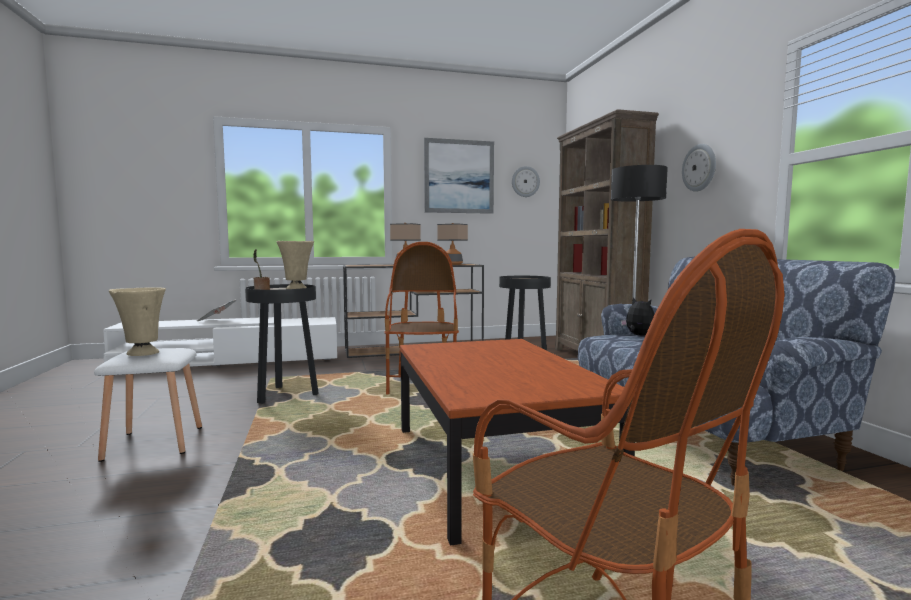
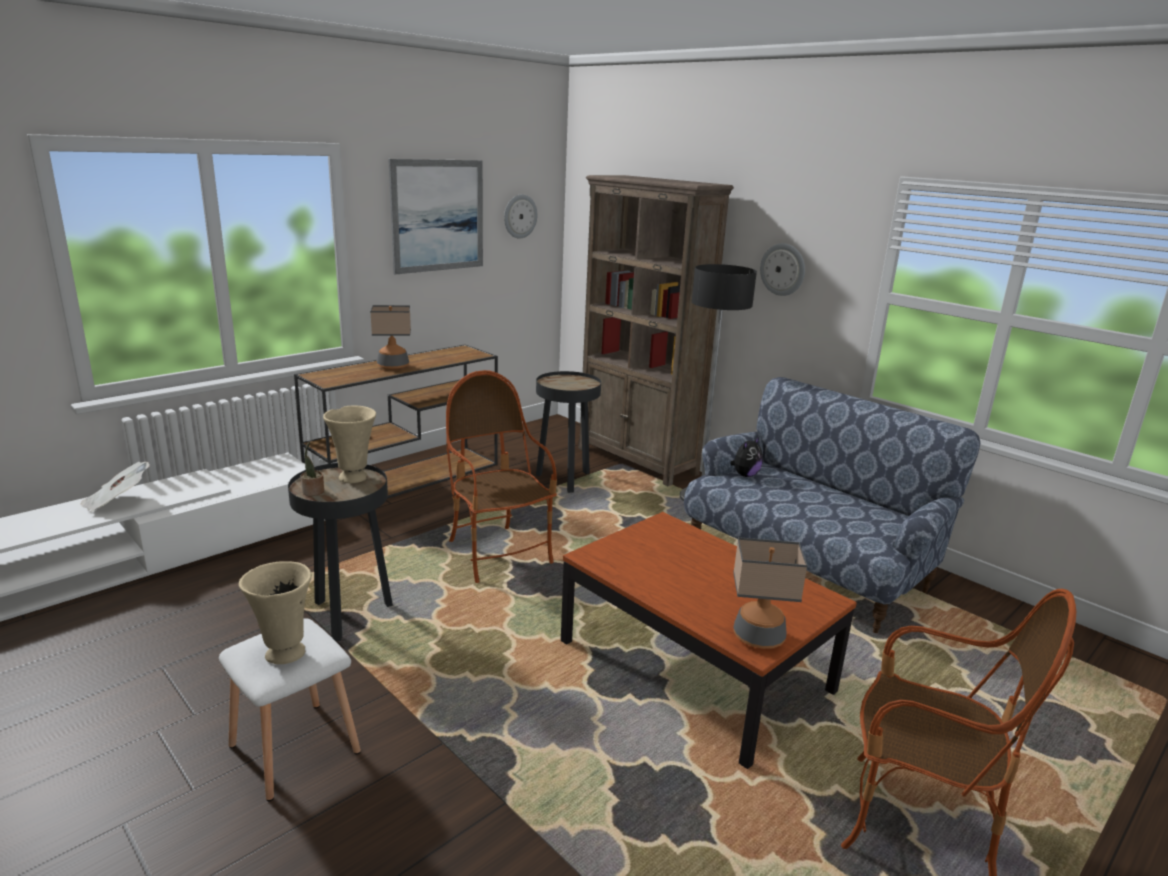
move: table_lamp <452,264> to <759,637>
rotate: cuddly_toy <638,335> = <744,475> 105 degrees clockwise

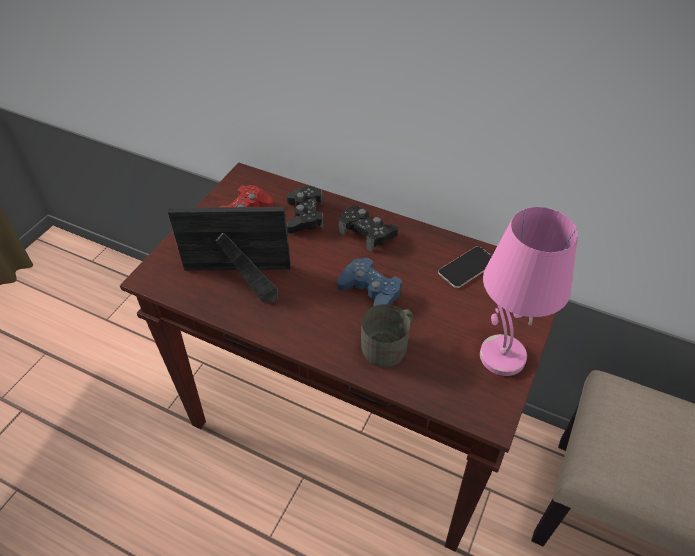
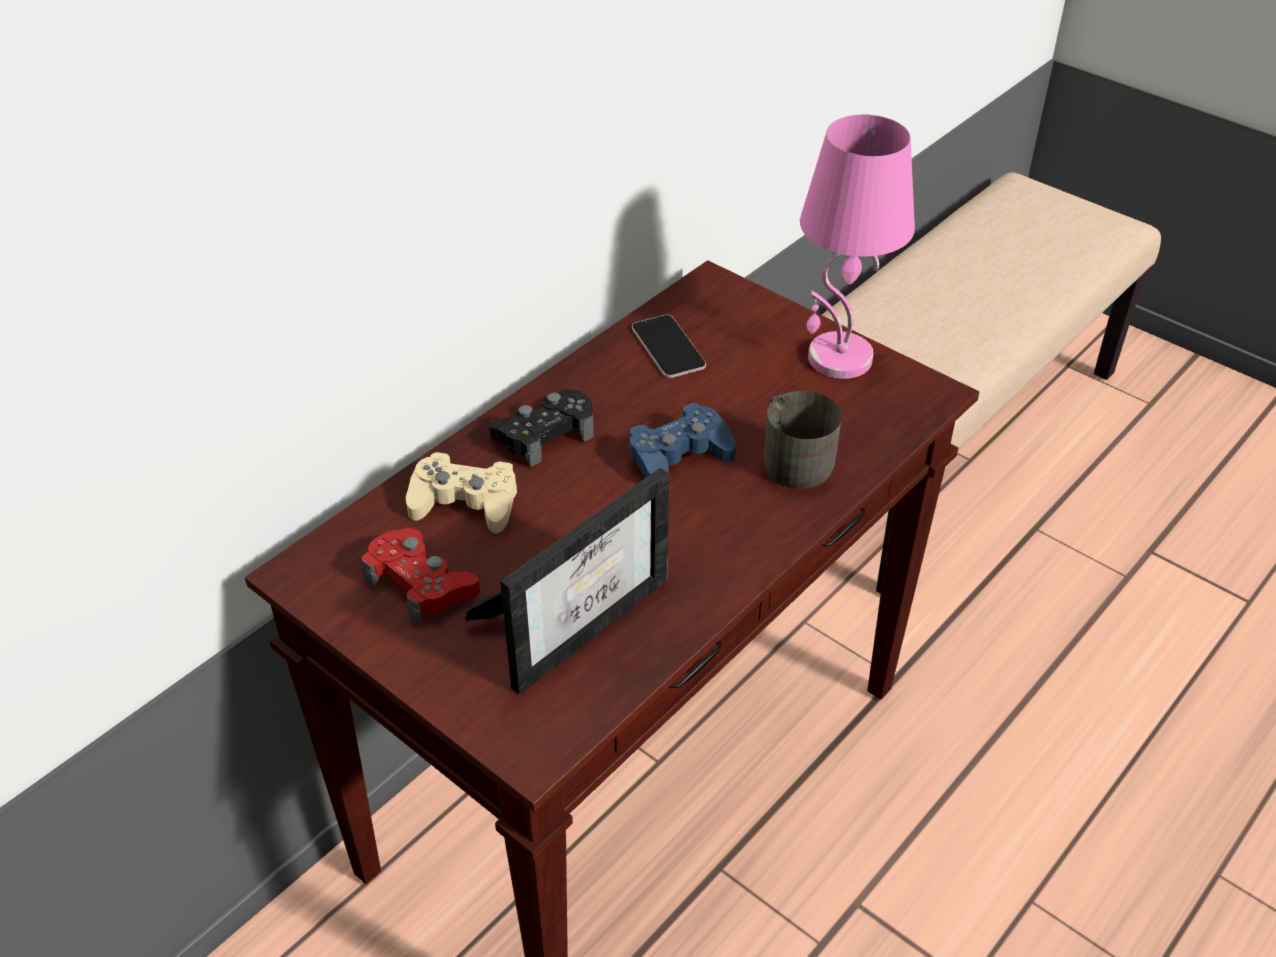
recolor: black-coloured_joypad <305,216> to beige-coloured_joypad <465,502>
rotate: photo_frame <234,276> = <580,619> 150 degrees counterclockwise

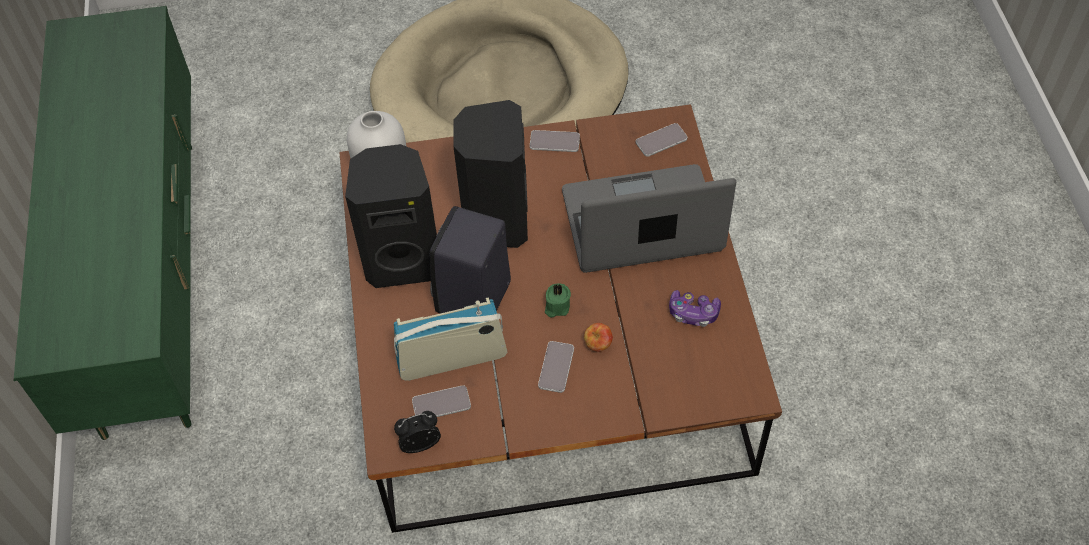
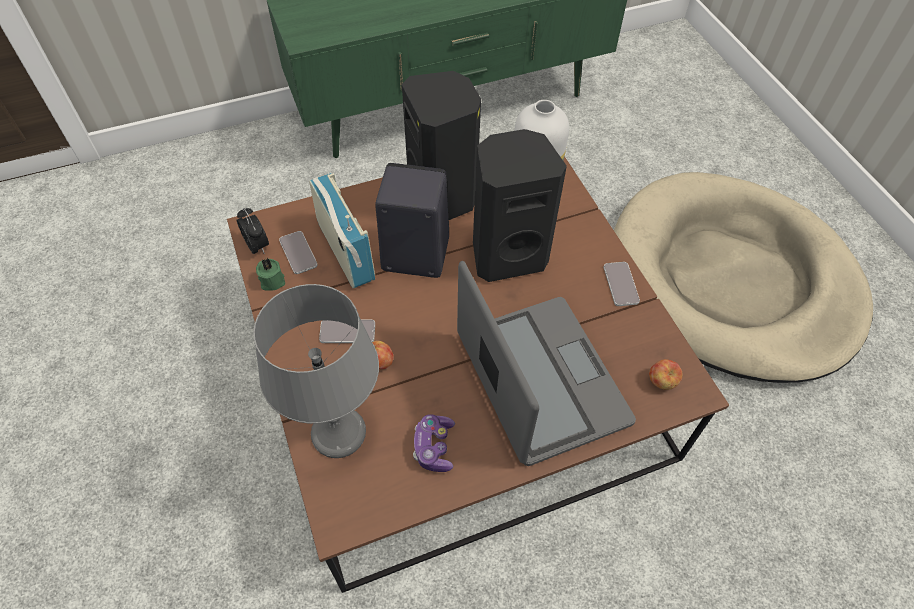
insert: gray_table_lamp <338,433>
move: green-coloured_candle <556,307> to <271,280>
replace: handset <661,140> to apple_fruit <661,382>

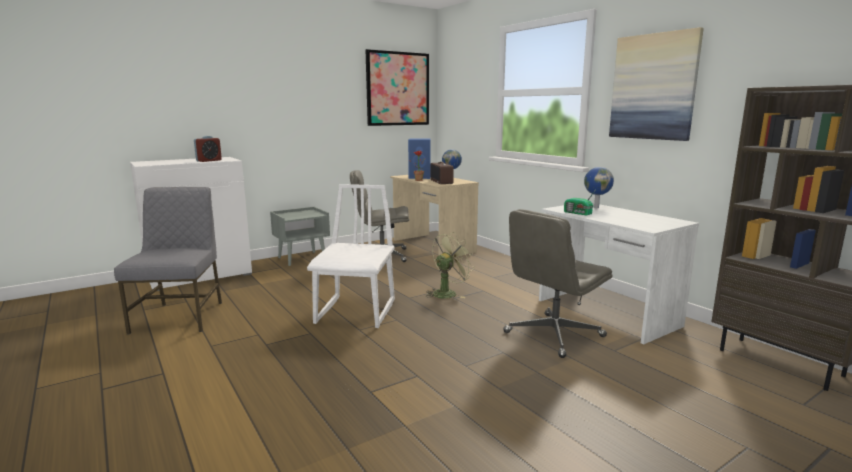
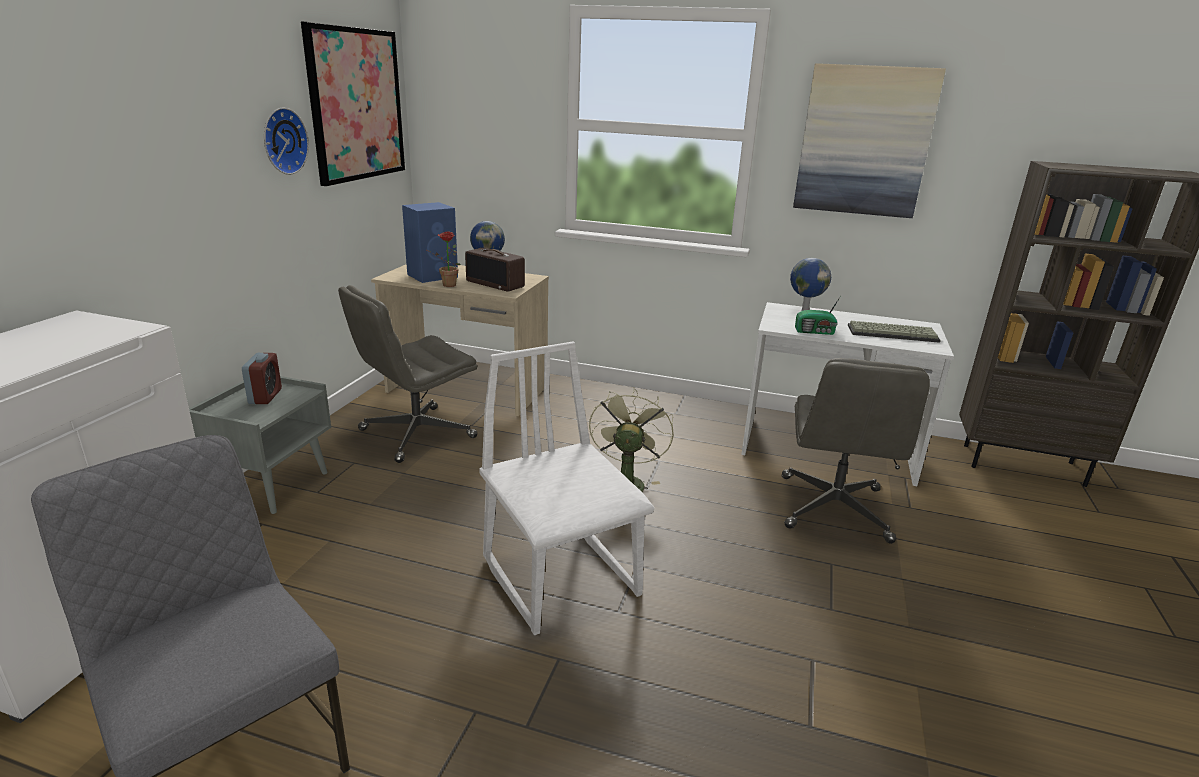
insert: hanging_clock <282,141>; PC_keyboard <893,333>
move: alarm_clock <209,160> to <265,396>

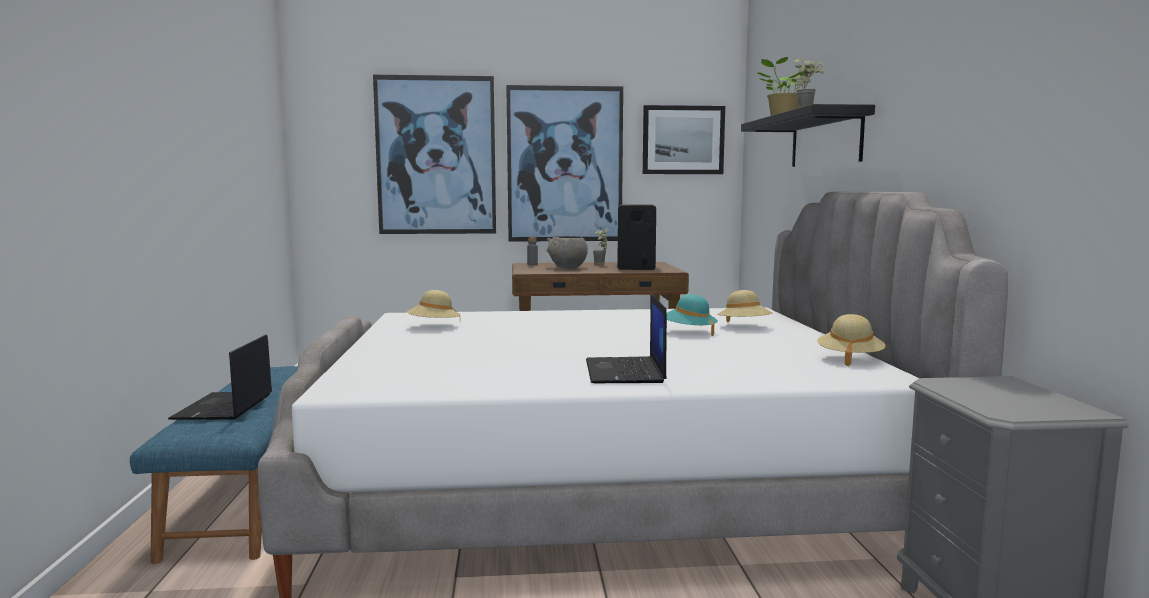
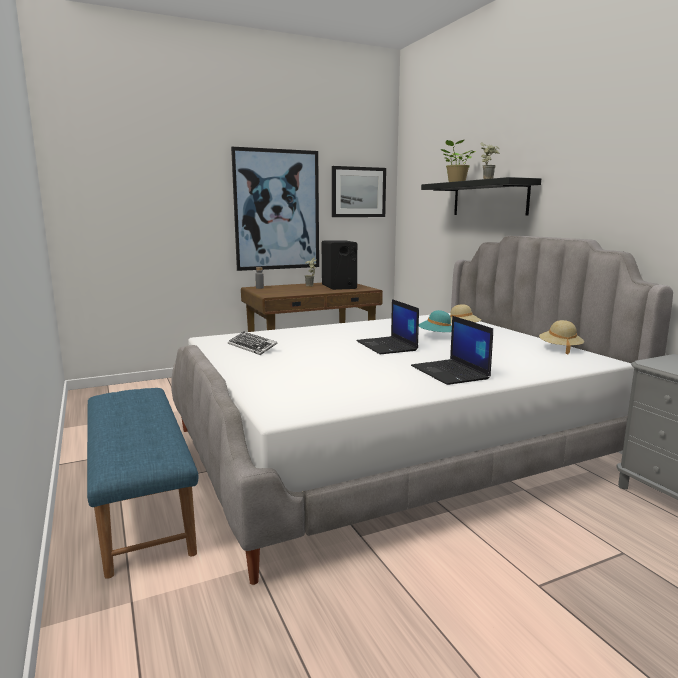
delete: wall_art <436,156>; gray_bowl <567,267>
move: laptop <224,407> to <387,346>
replace: beige-coloured_clothing_hat <433,326> to PC_keyboard <252,347>

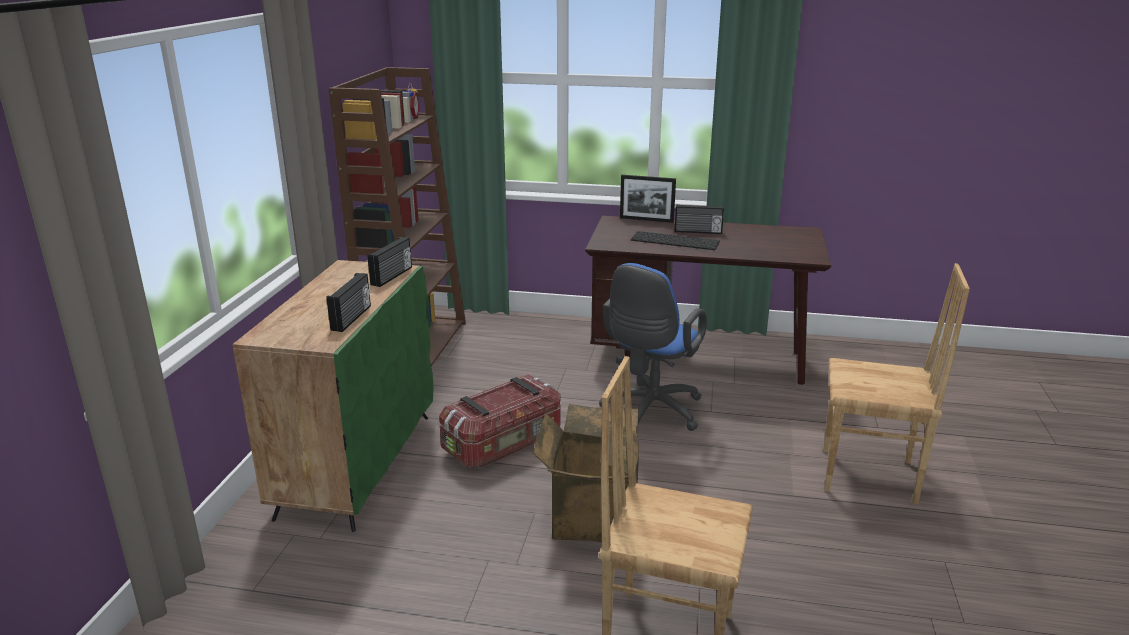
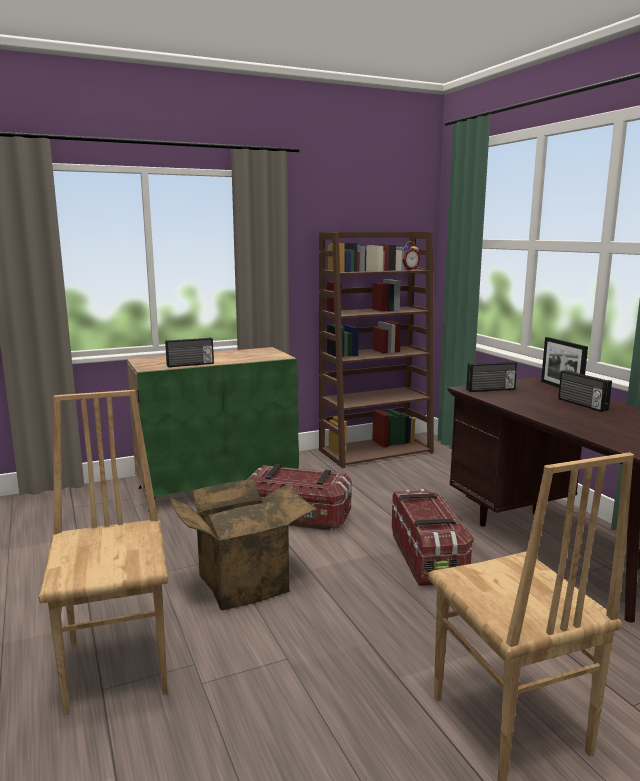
delete: PC_keyboard <676,240>
move: radio_receiver <392,276> to <491,390>
replace: blue-coloured_computer_chair <649,413> to storage_container <427,557>

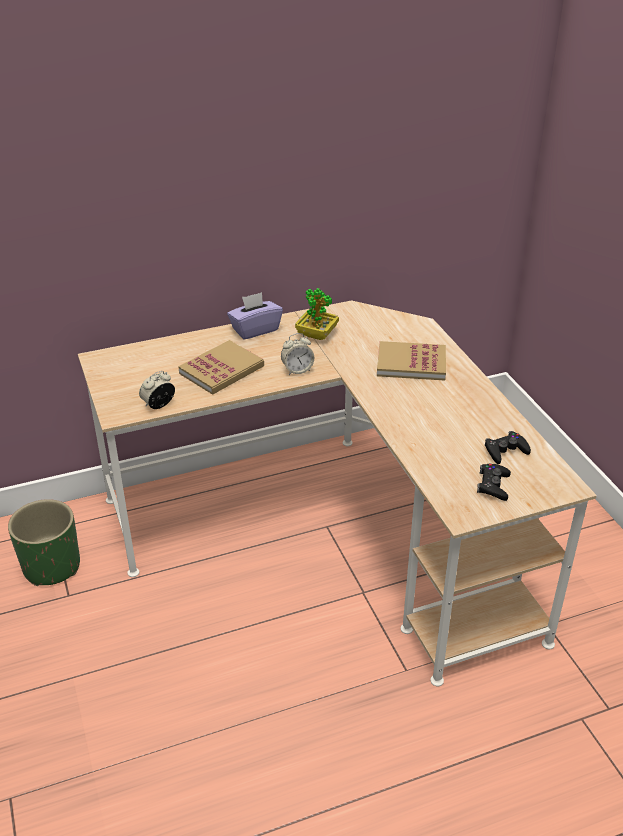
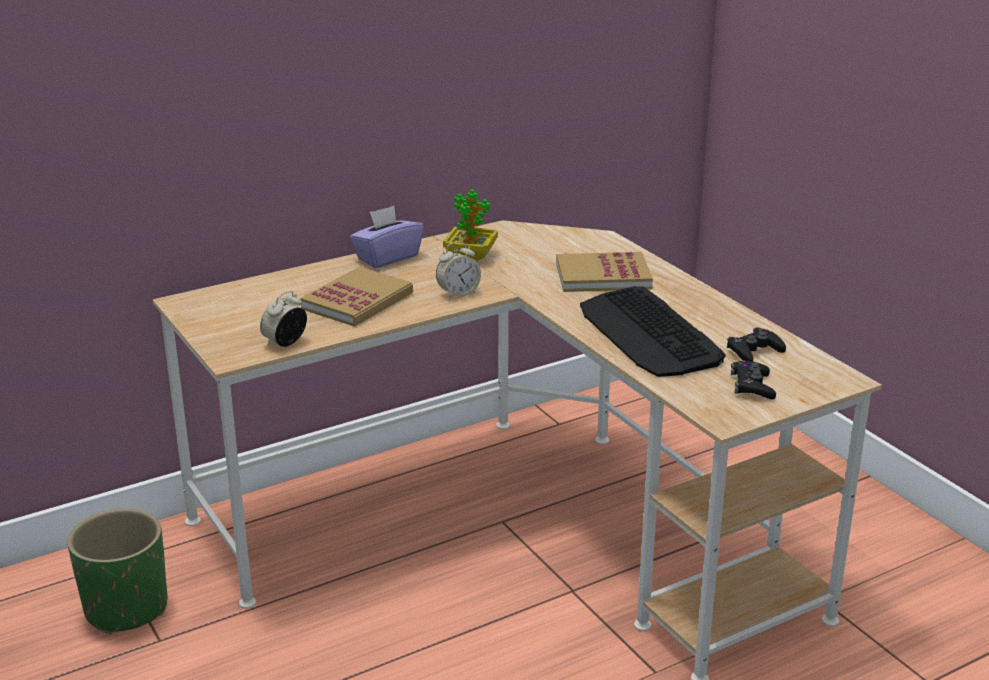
insert: PC_keyboard <649,334>

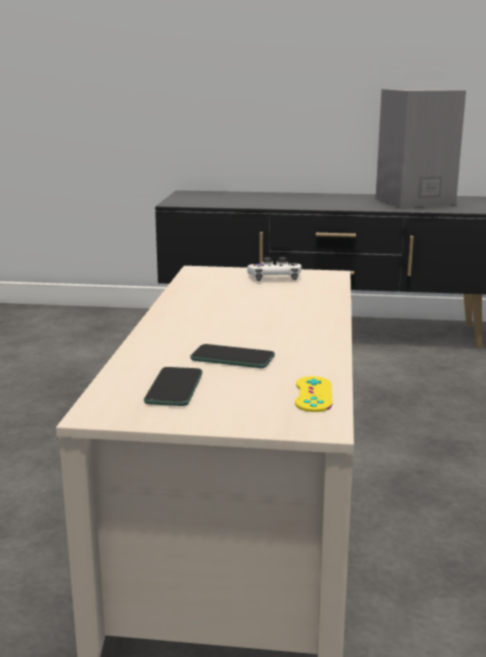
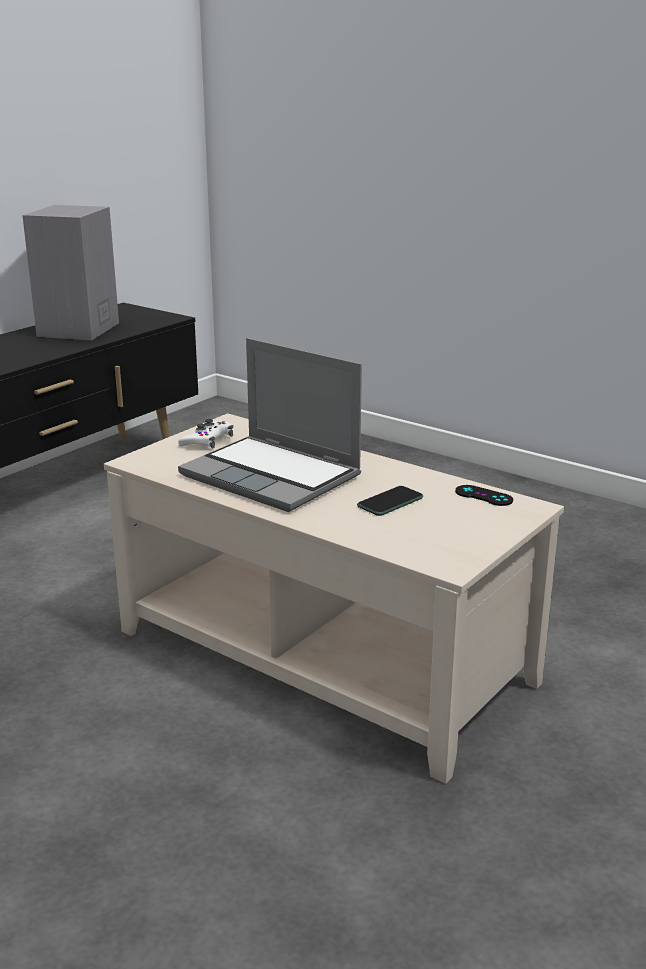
delete: handset <174,388>
insert: laptop <273,476>
recolor: yellow-coloured_joypad <313,394> to black-coloured_joypad <483,496>

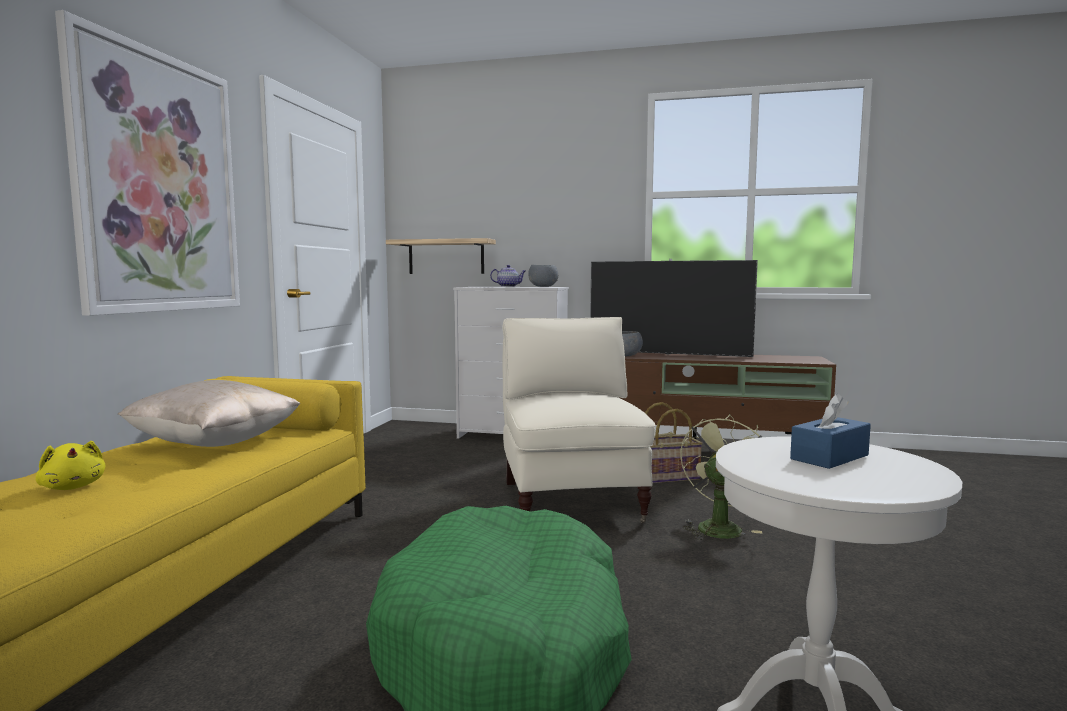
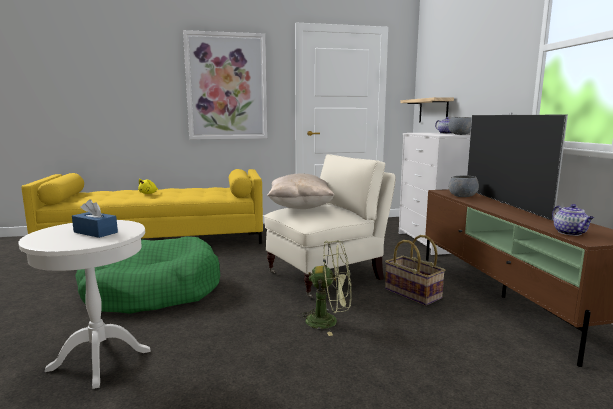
insert: teapot <570,233>
move: beige-coloured_cushion <215,444> to <300,207>

